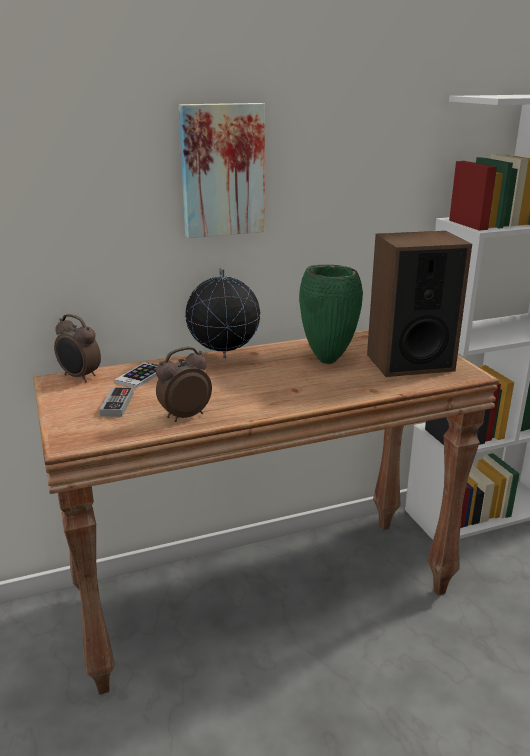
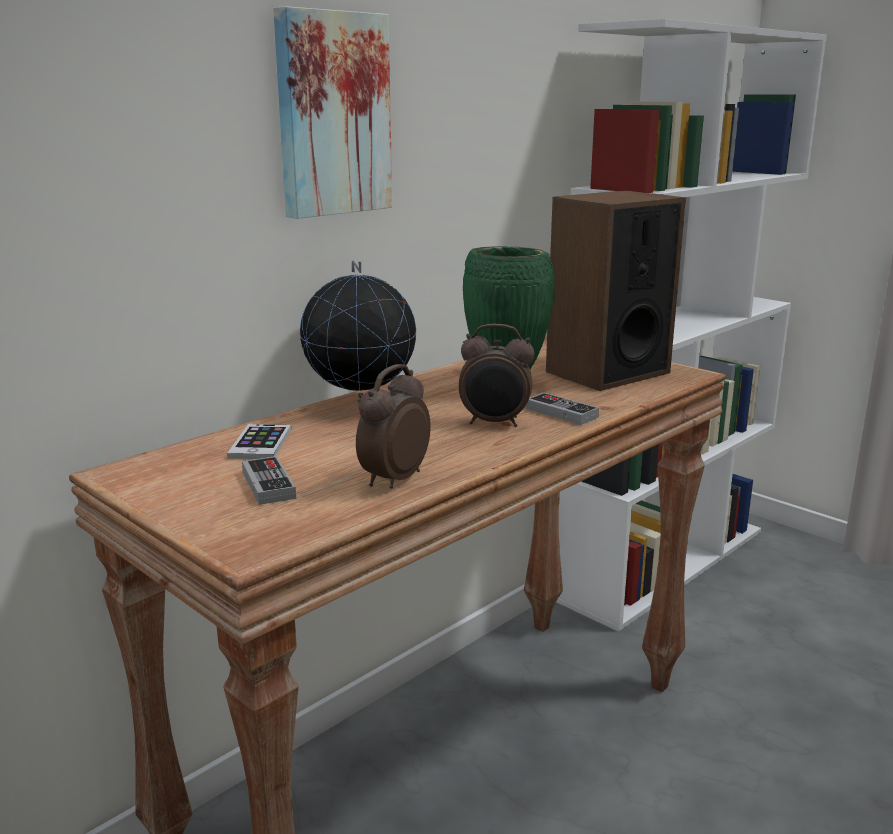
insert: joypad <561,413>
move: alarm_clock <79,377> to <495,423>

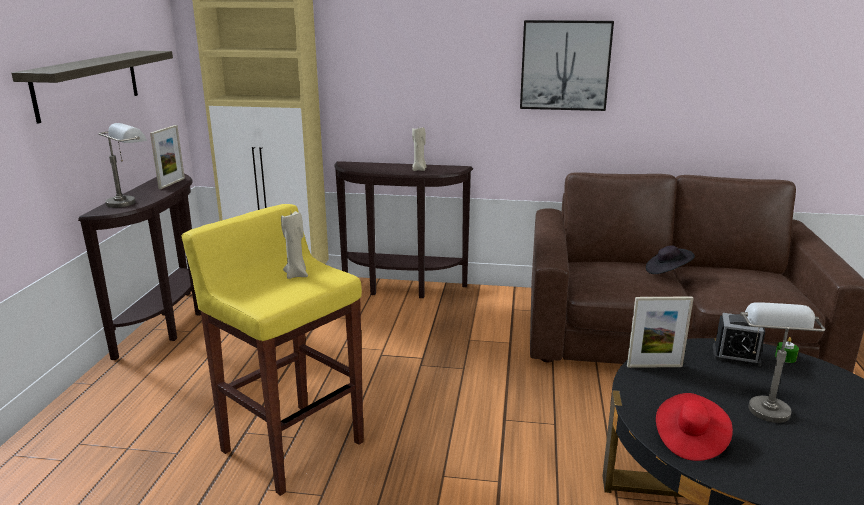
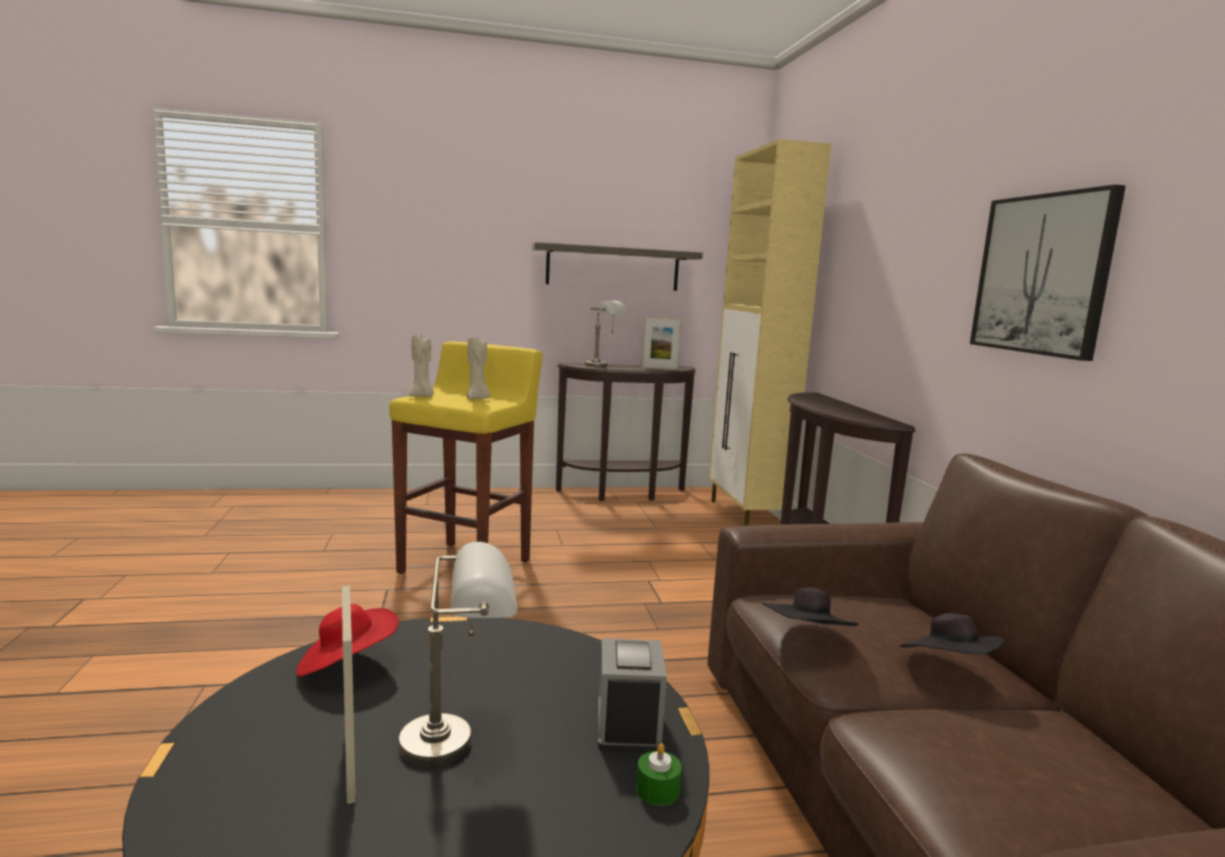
insert: black-coloured_clothing_hat <807,639>
move: beige-coloured_candle <419,169> to <422,396>; photo_frame <654,366> to <350,762>

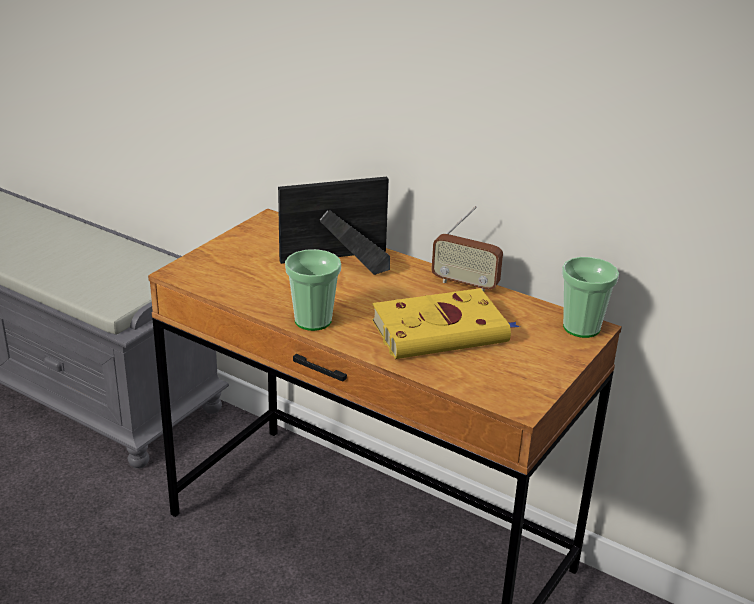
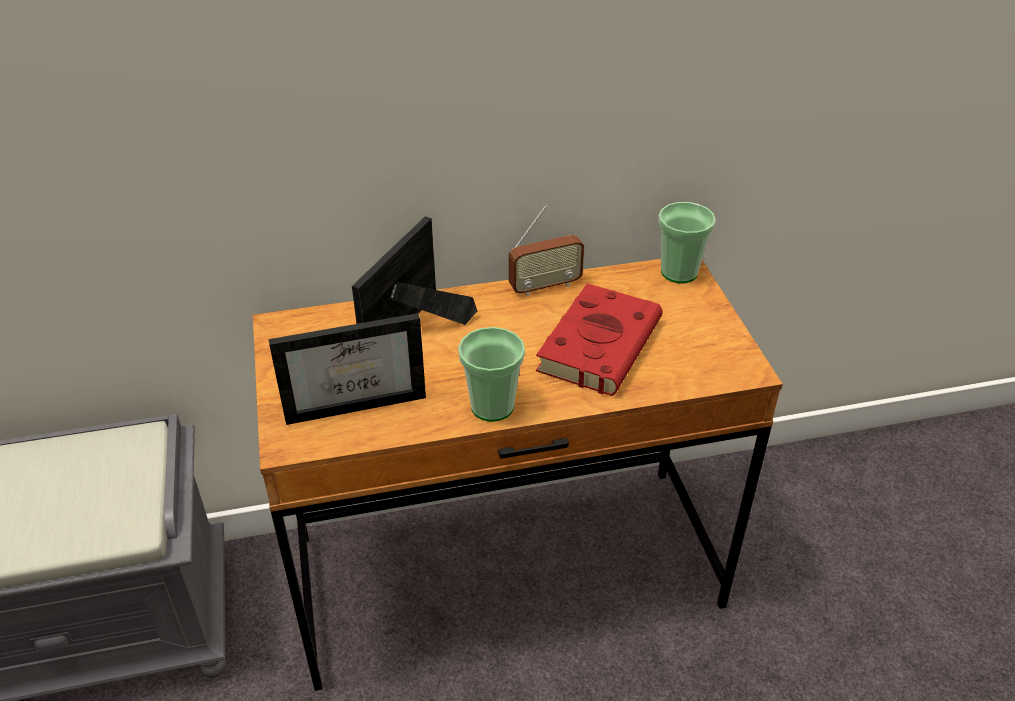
insert: photo_frame <357,398>
recolor: yellow-coloured_book <443,331> to reddish_book <600,343>

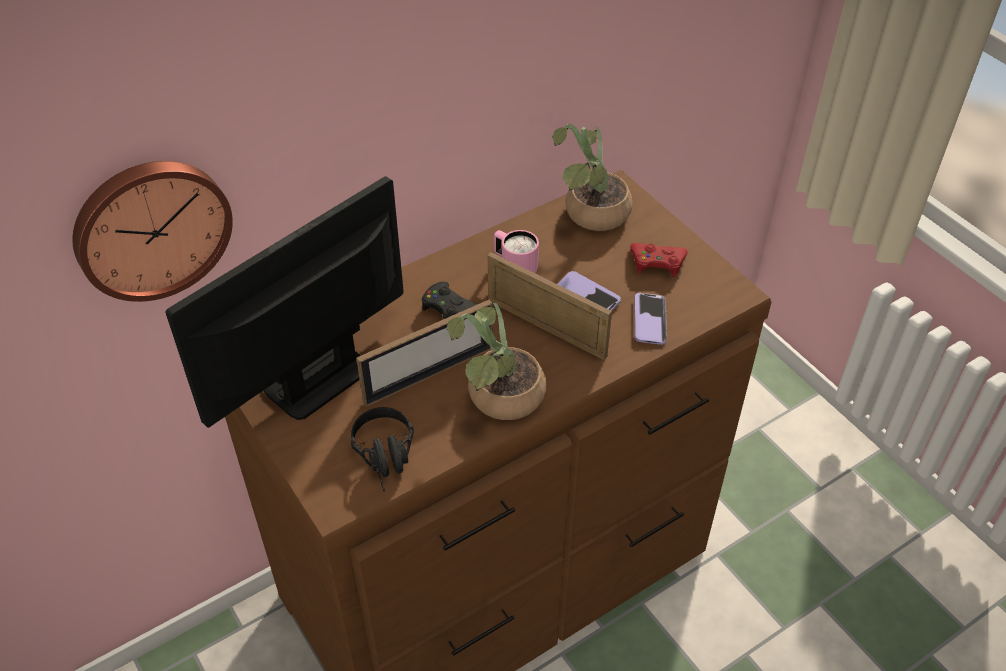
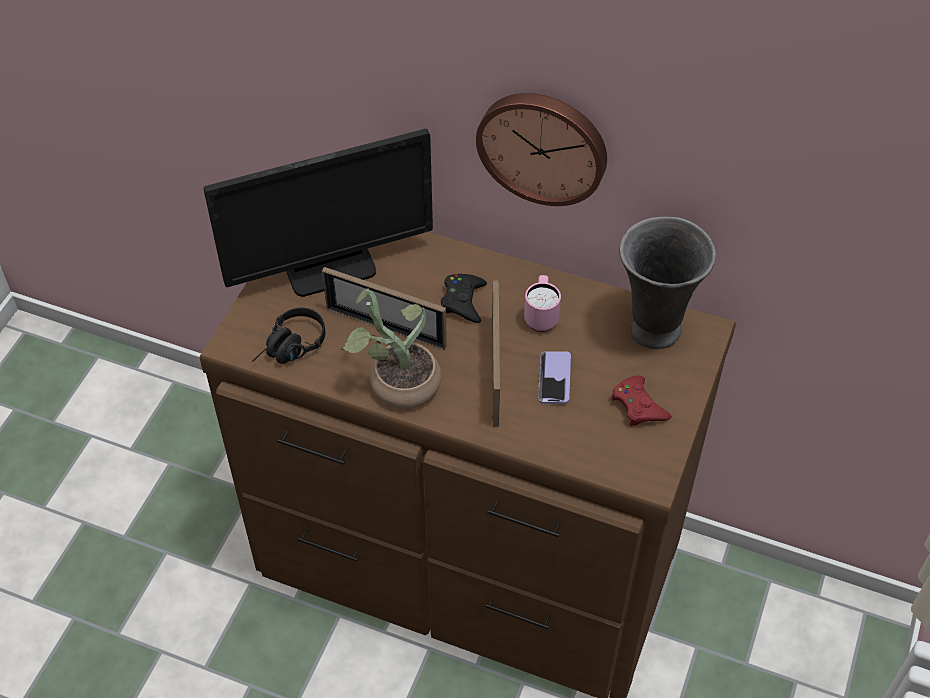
delete: handset <650,320>
move: hanging_clock <151,227> to <543,145>
replace: houseplant <590,215> to gray_vase <652,331>
rotate: computer_screen <317,378> = <330,267> 150 degrees clockwise

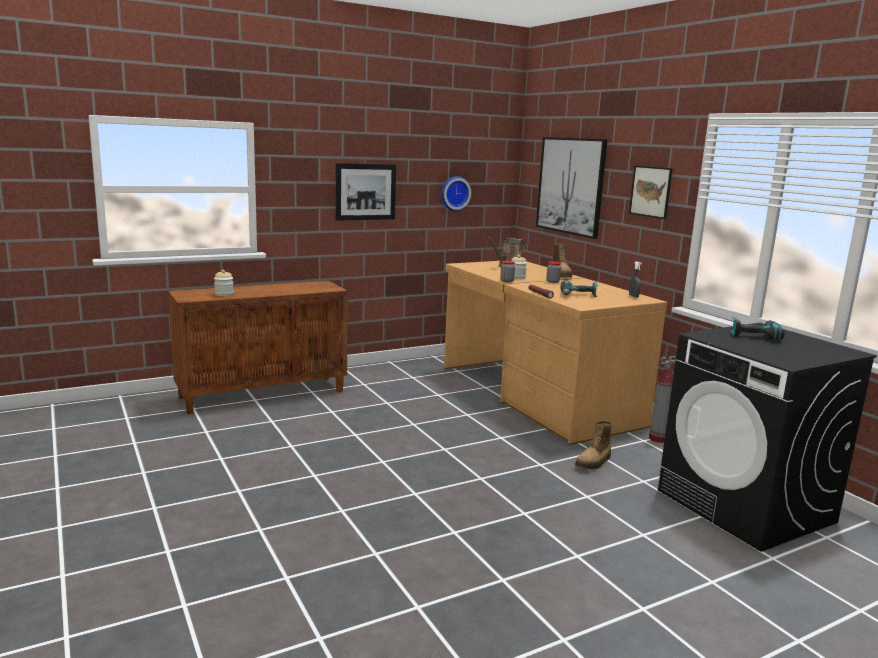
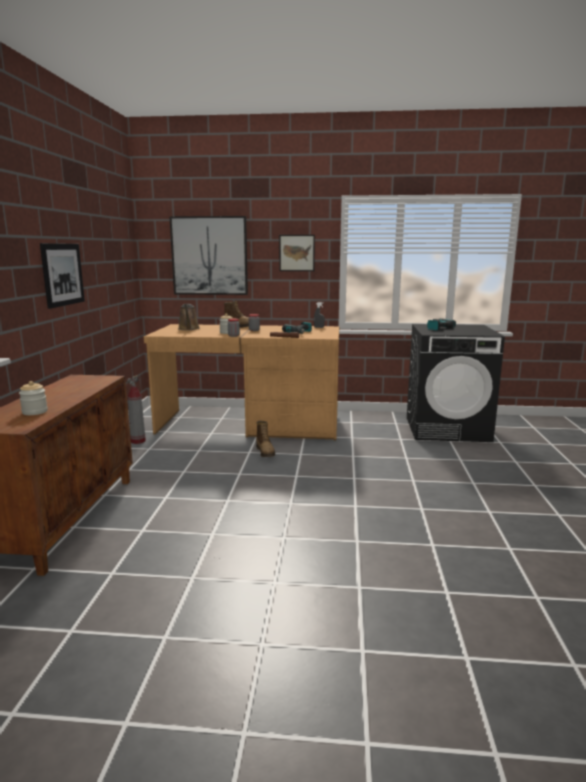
delete: hanging_clock <454,193>
move: extinguisher <658,439> to <138,441>; high-top_boot <594,462> to <265,452>

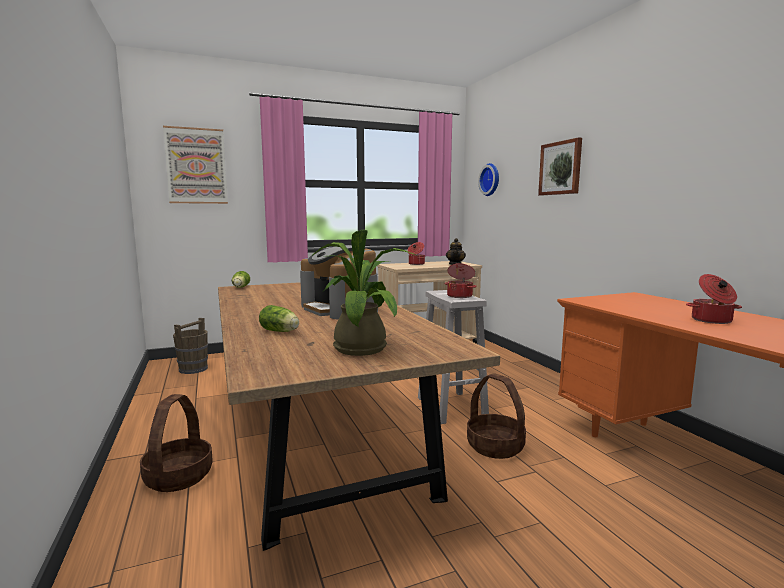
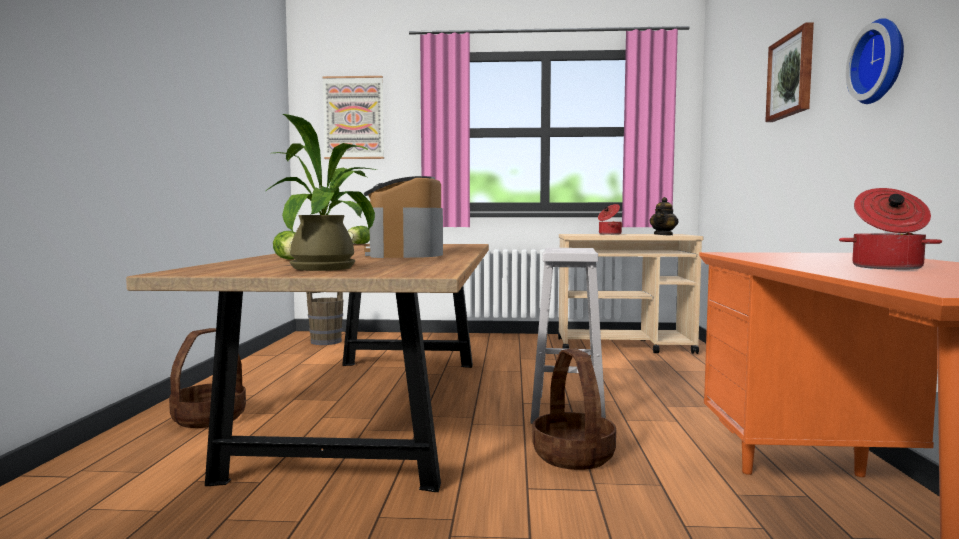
delete: saucepot <460,296>
move: hanging_clock <491,179> to <881,62>

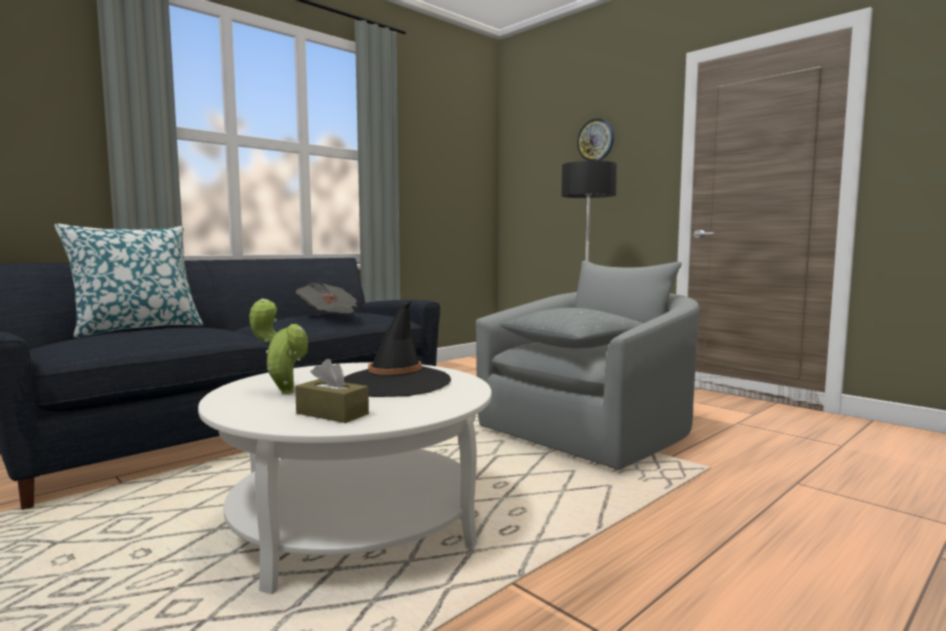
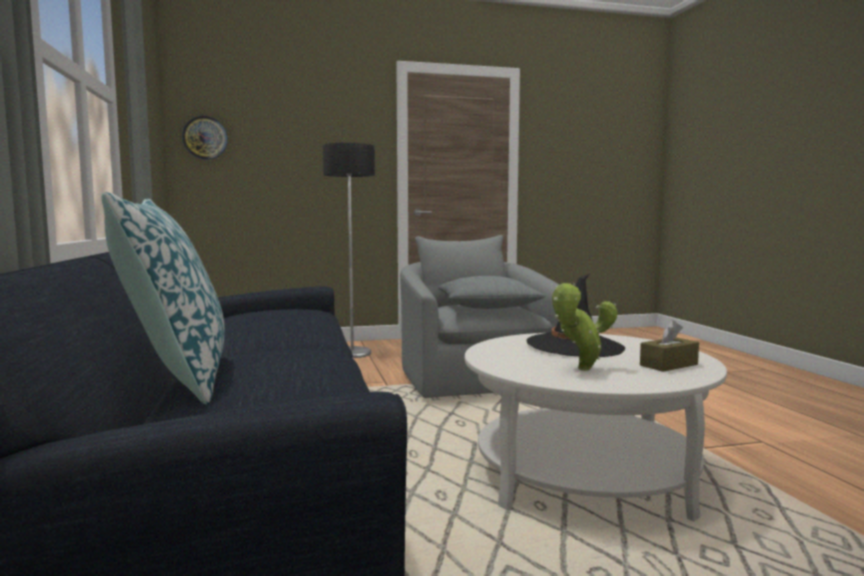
delete: printed_paper <330,316>
move: hanging_clock <595,140> to <205,138>

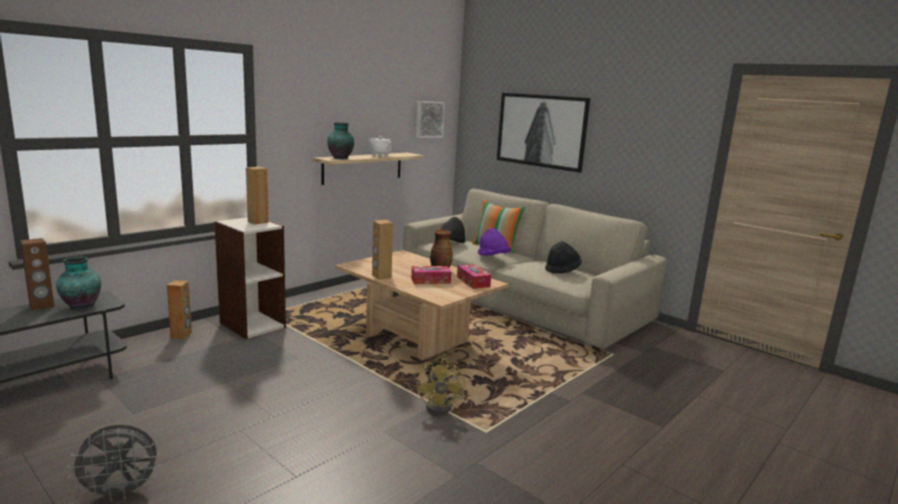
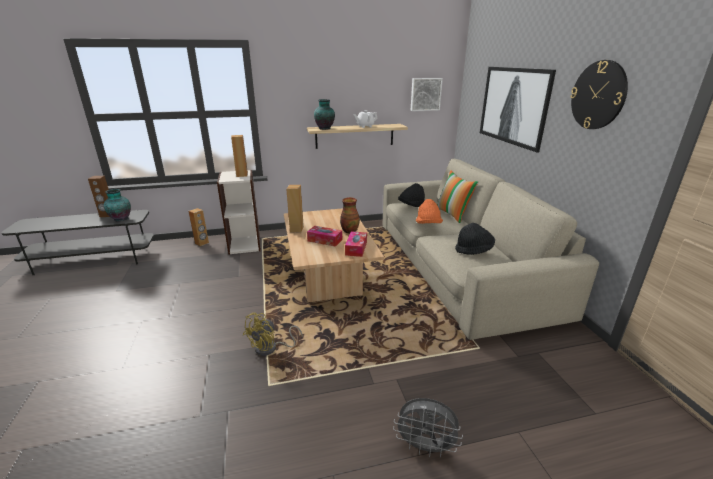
insert: hanging_clock <598,95>
move: gray_electric_fan <120,493> to <425,447>
recolor: purple_clothing_hat <493,257> to orangey_clothing_hat <428,225>

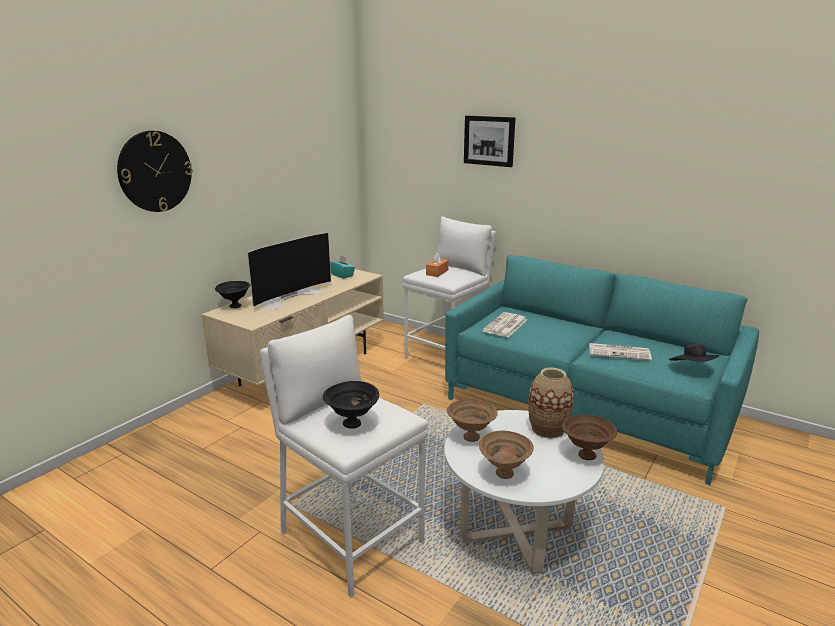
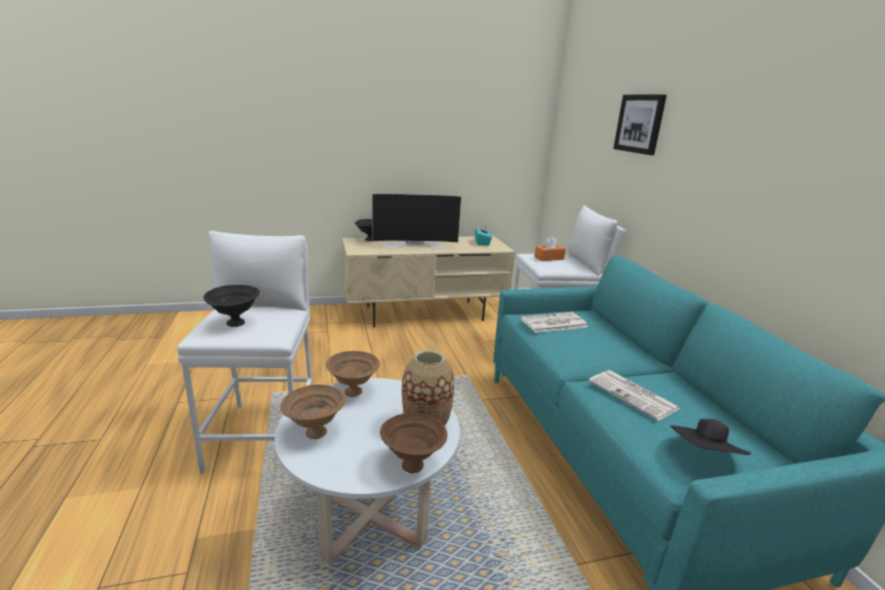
delete: hanging_clock <155,171>

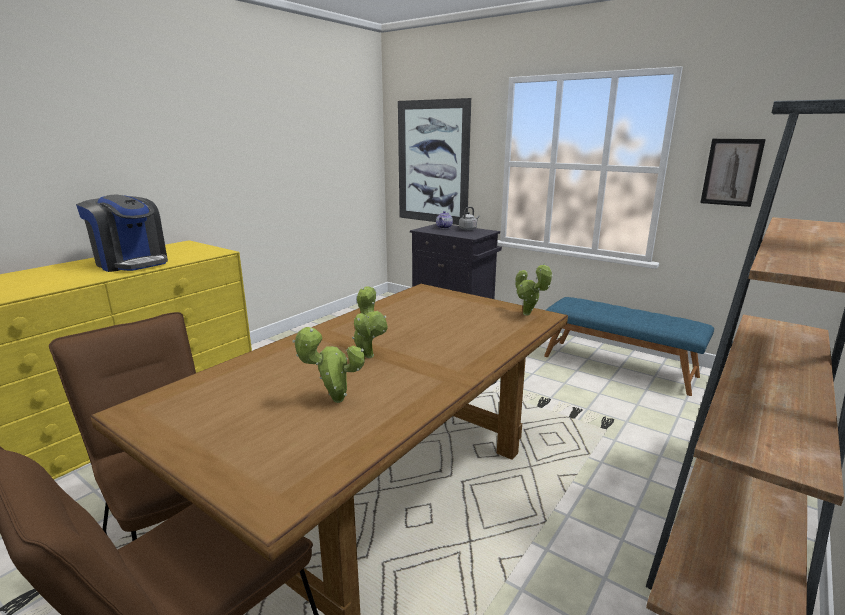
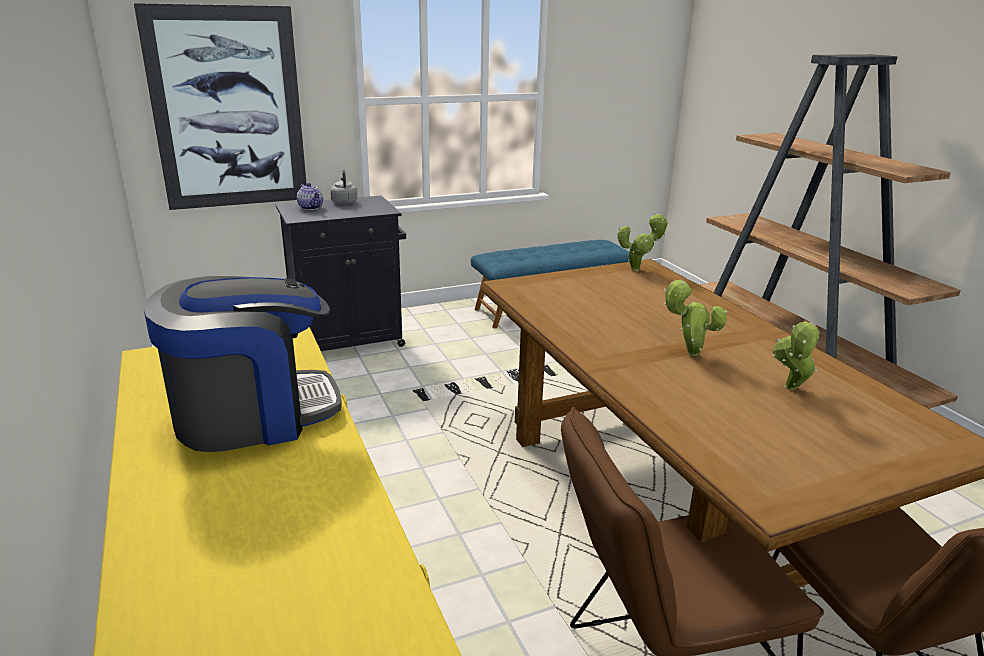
delete: wall_art <731,172>

